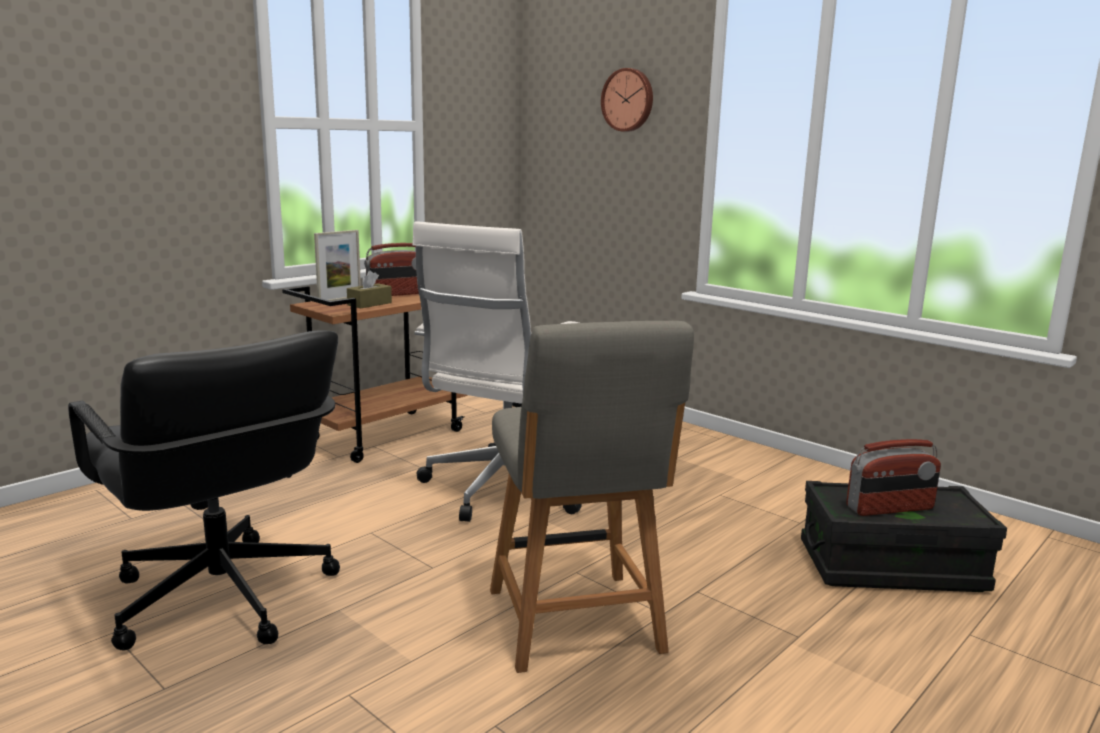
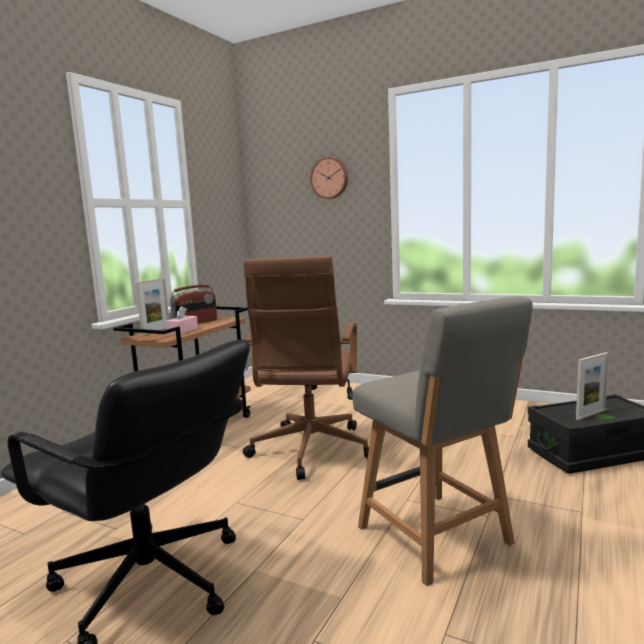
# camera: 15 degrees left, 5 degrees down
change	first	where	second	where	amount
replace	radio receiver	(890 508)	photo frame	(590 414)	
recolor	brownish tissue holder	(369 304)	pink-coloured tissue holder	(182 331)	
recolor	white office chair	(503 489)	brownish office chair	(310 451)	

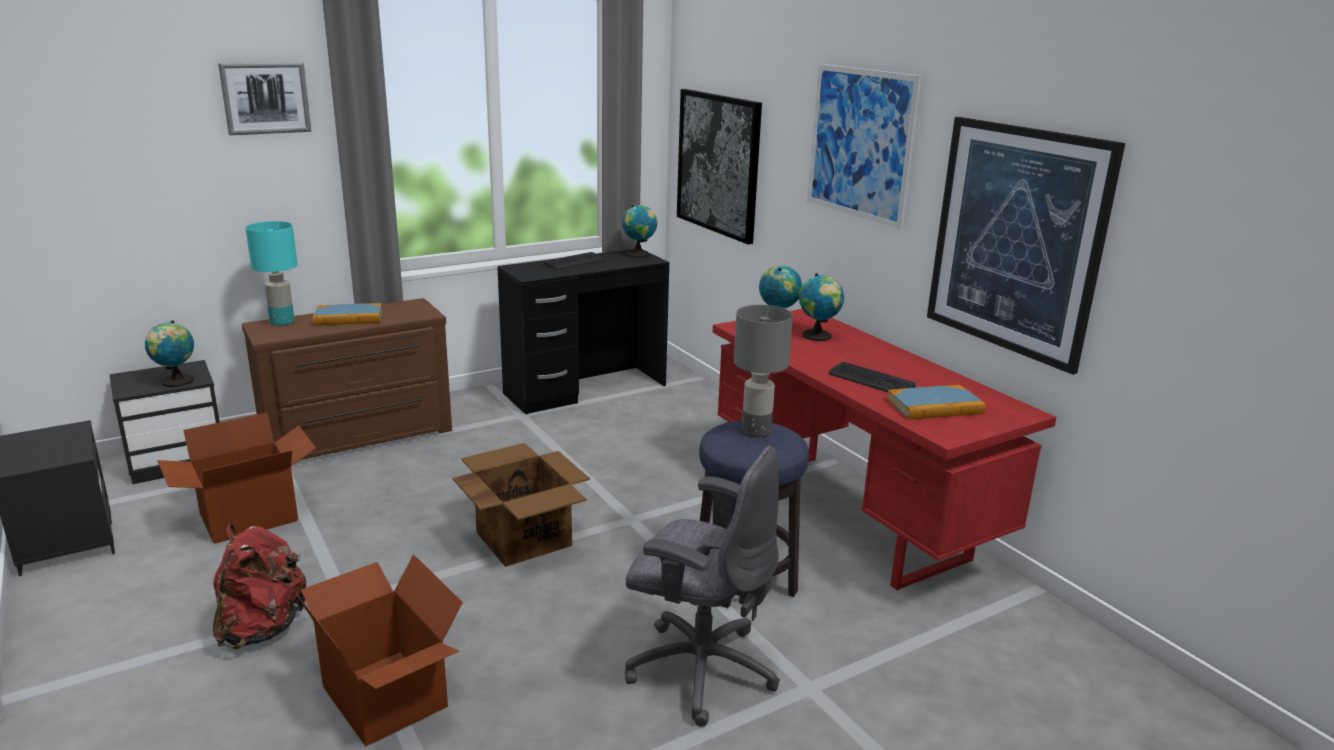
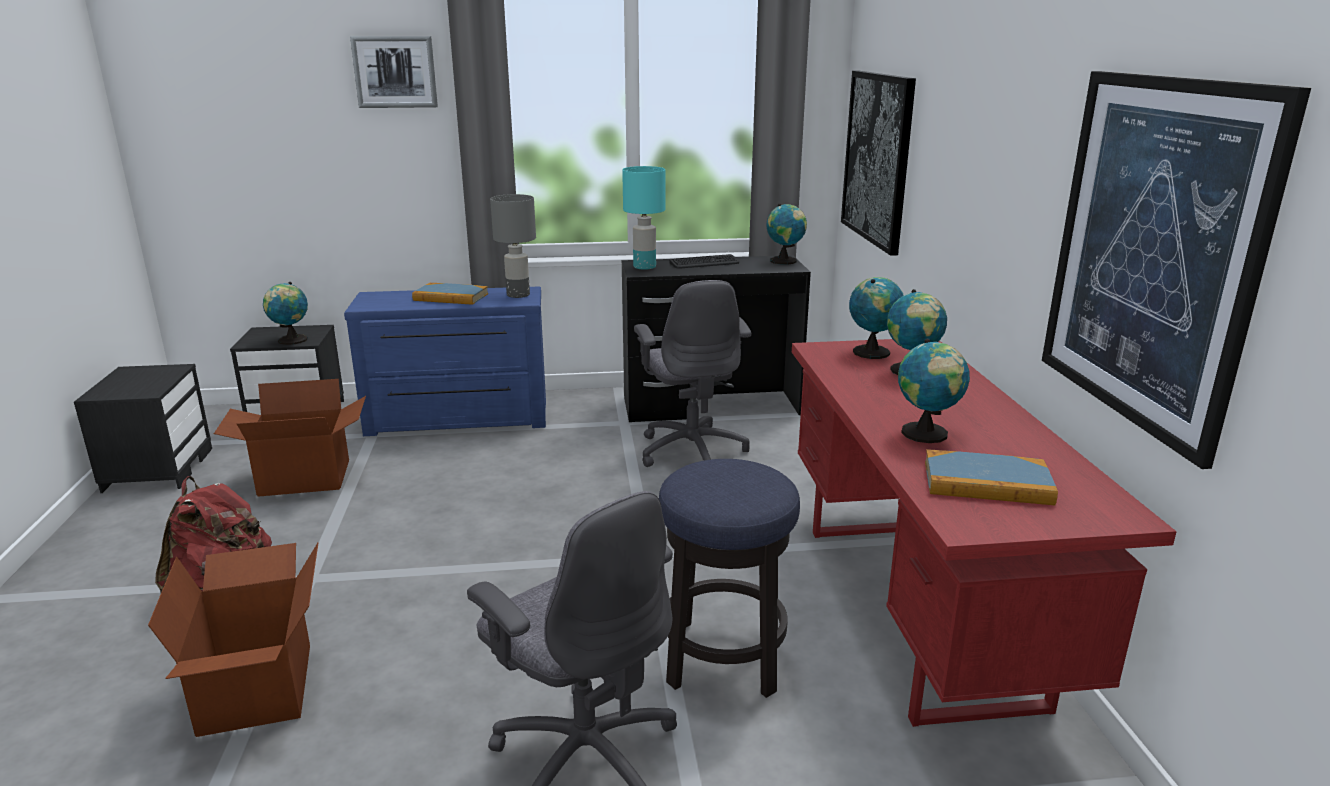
# camera: 25 degrees right, 0 degrees up
change	first	where	second	where	amount
delete	packing box	(523 538)			
delete	wall picture	(860 143)			
insert			grey office chair	(692 450)	
move	blue-green tabletop lamp	(282 322)		(644 266)	
move	grey tabletop lamp	(755 431)		(518 295)	
replace	computer keyboard	(870 380)	world globe	(927 434)	
recolor	brownish drawer chest	(359 437)	blue-coloured drawer chest	(458 420)	

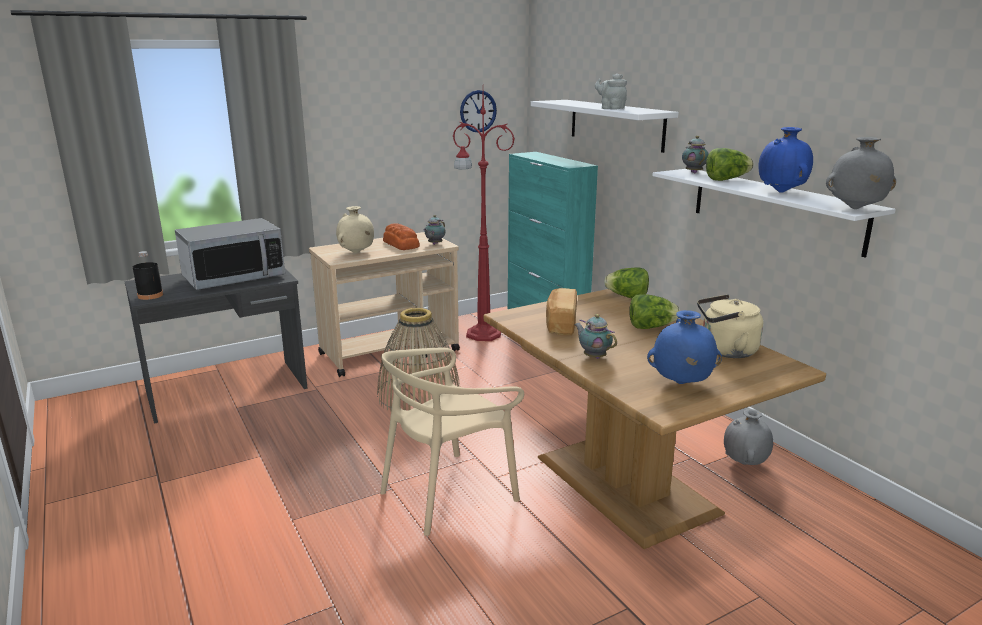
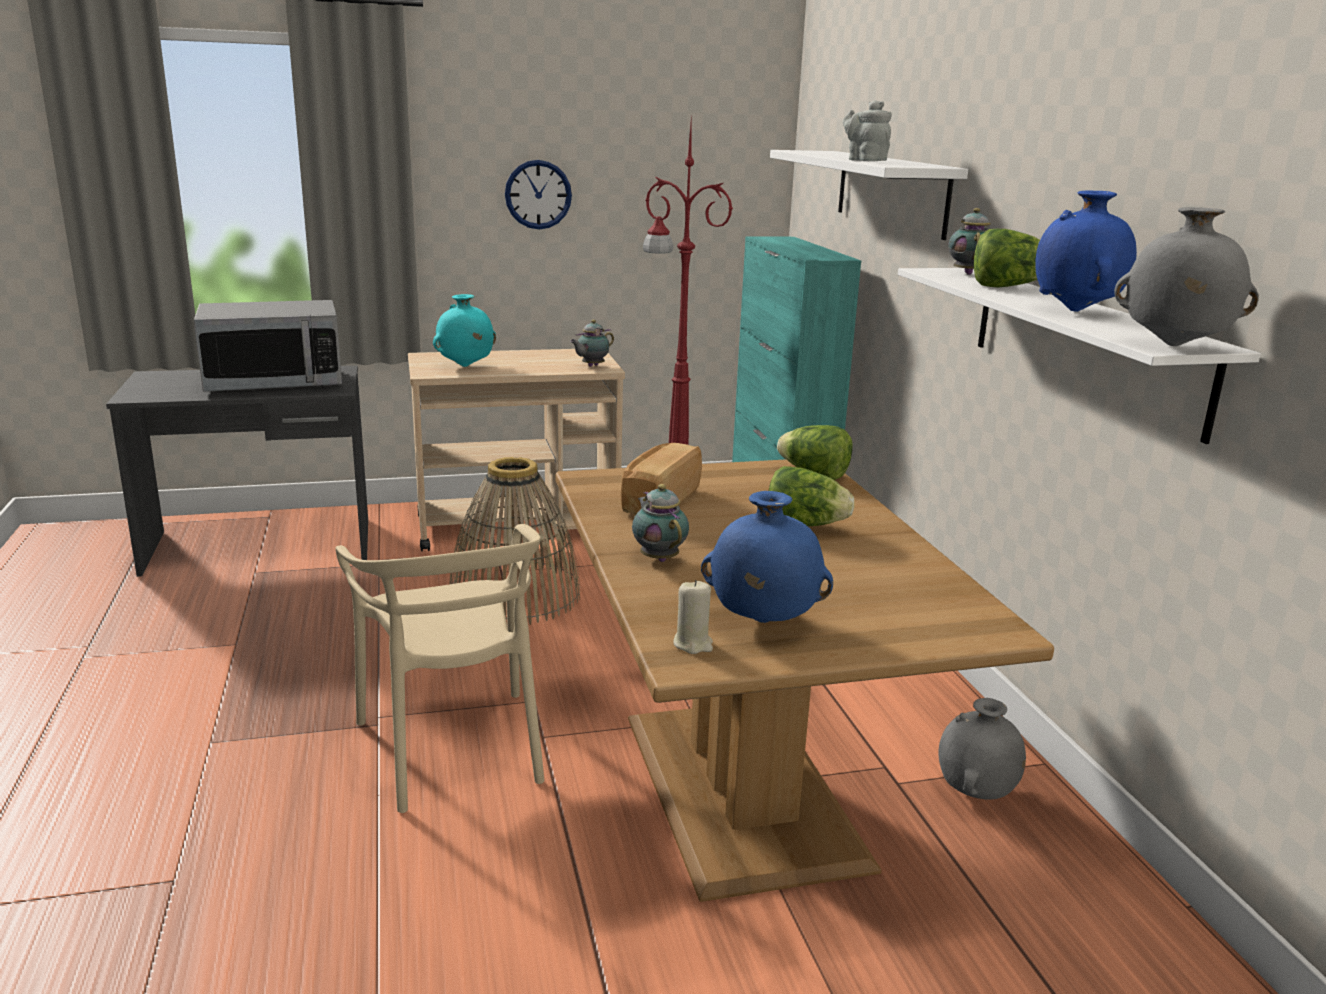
# camera: 15 degrees right, 0 degrees up
change	first	where	second	where	amount
delete	black drink bottle	(150 295)			
delete	bread	(401 244)			
delete	sand-coloured tea kettle	(725 351)			
insert			sand-coloured candle	(693 644)	
move	wall clock	(478 111)		(538 194)	
recolor	sand-coloured decorative vase	(356 253)	blue-green decorative vase	(465 366)	
rotate	sand-coloured chair	(448 493)		(454 748)	90 degrees counterclockwise

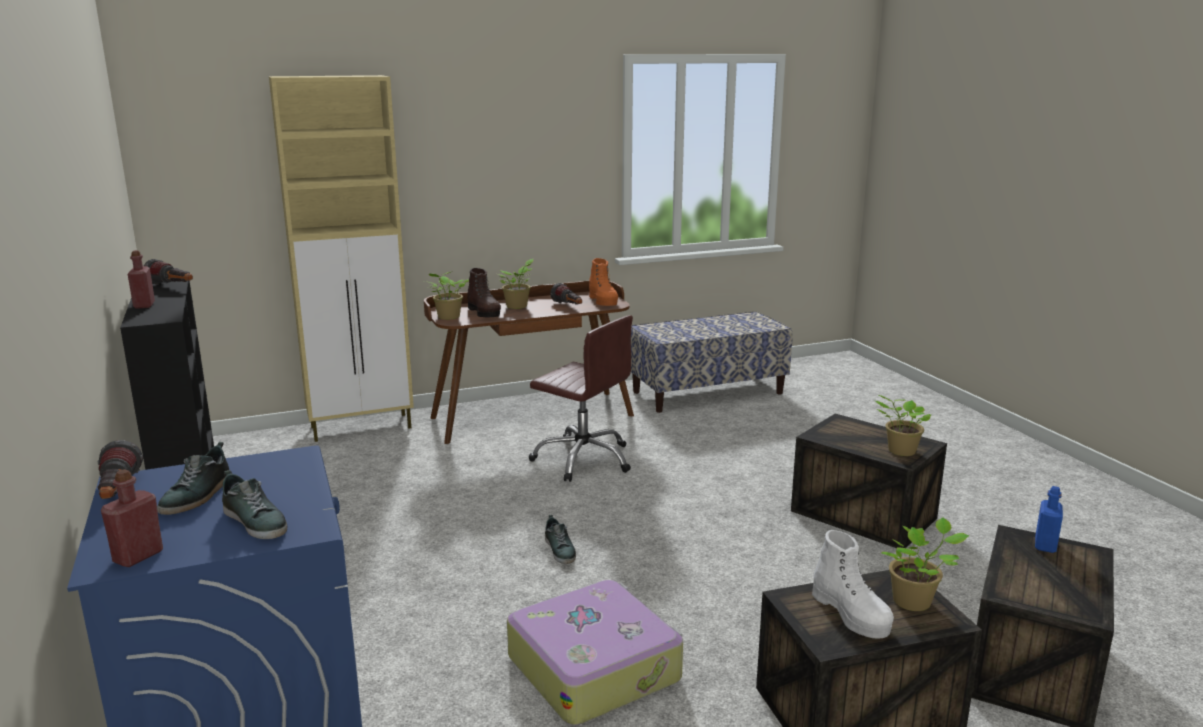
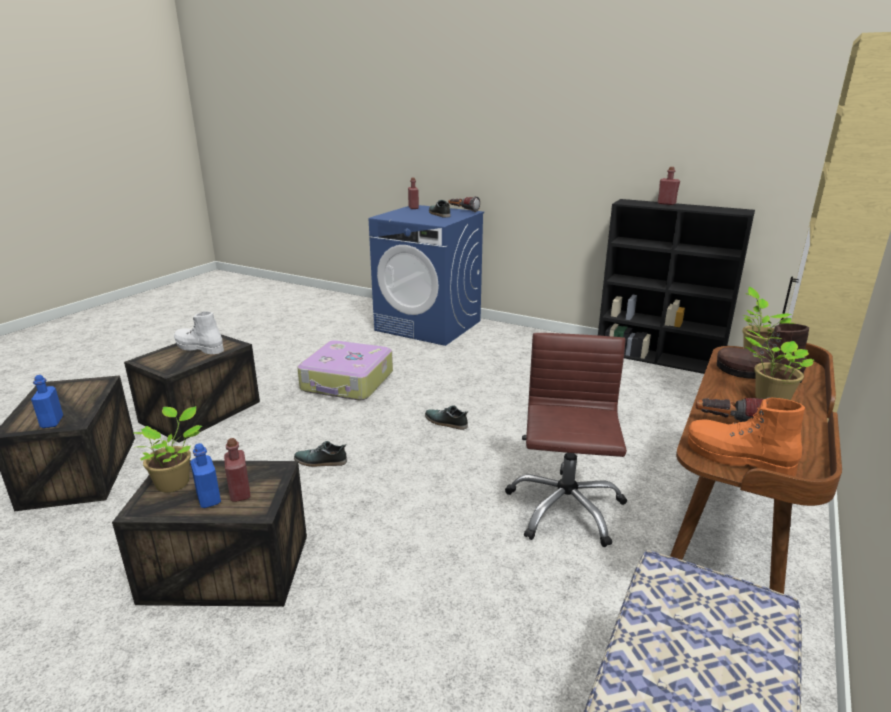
# camera: 140 degrees right, 5 degrees up
change	first	where	second	where	amount
delete	hand torch	(172 287)			
delete	plant in a pot	(915 602)			
insert			blue-coloured drink bottle	(209 499)	
insert			reddish drink bottle	(240 493)	
move	shoe	(256 521)		(320 461)	
rotate	brownish office chair	(583 459)		(564 508)	105 degrees clockwise

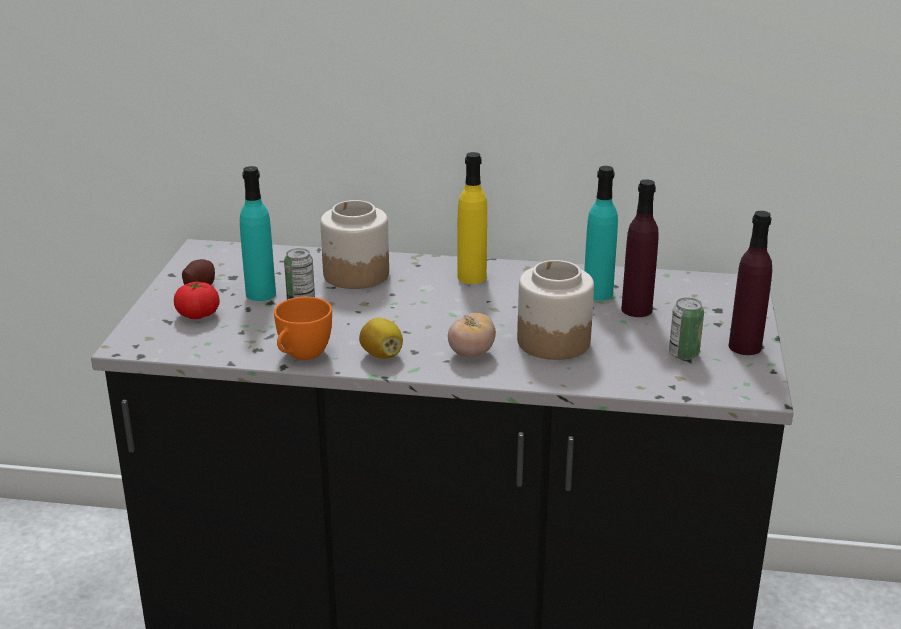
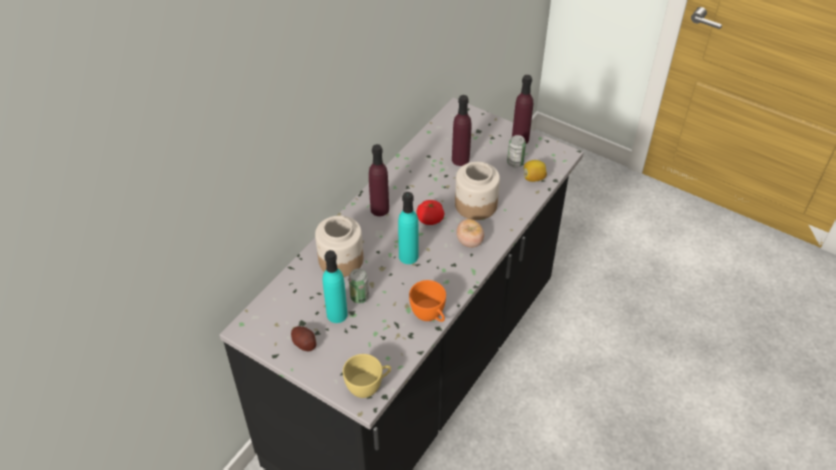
# camera: 65 degrees left, 20 degrees up
change	first	where	second	where	amount
insert			yellow-coloured cup	(368 386)	
move	whole tomato	(198 315)		(430 219)	
move	citrus fruit	(382 355)		(533 178)	
move	blue-green drink bottle	(598 293)		(408 256)	
recolor	yellow-coloured drink bottle	(471 277)	purple drink bottle	(379 209)	

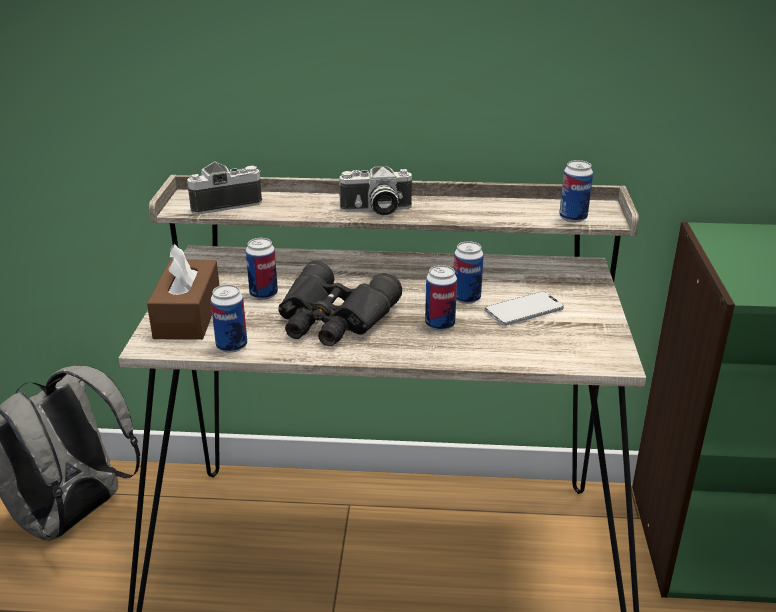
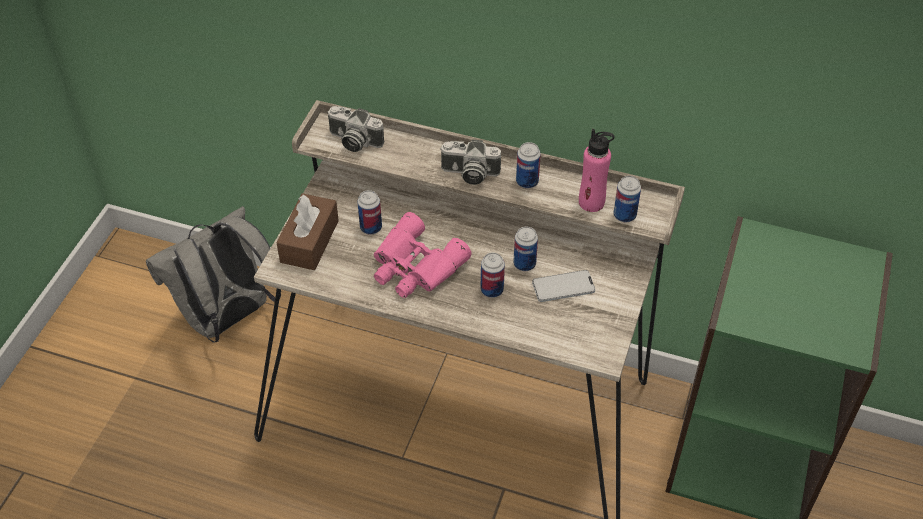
# camera: 15 degrees right, 20 degrees up
change	first	where	second	where	amount
insert			pink-coloured drink bottle	(591 202)	
move	metal can	(231 346)		(527 182)	
recolor	black field glasses	(333 319)	pink-coloured field glasses	(415 267)	
rotate	still camera	(225 203)		(353 141)	150 degrees counterclockwise

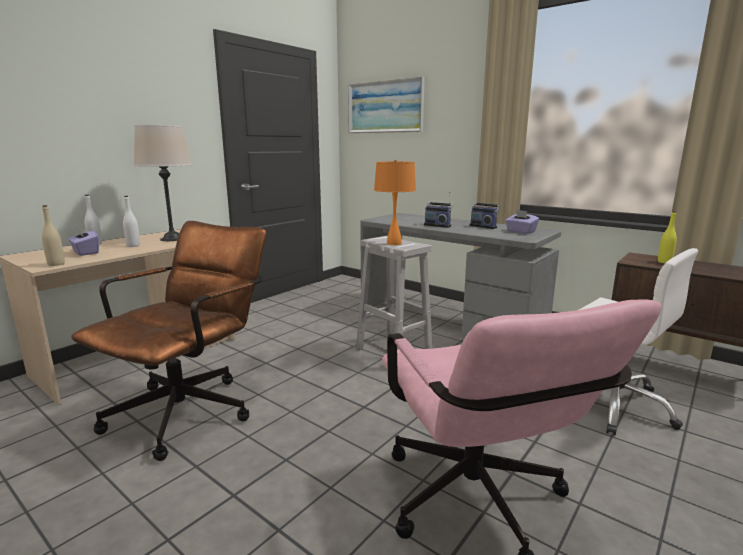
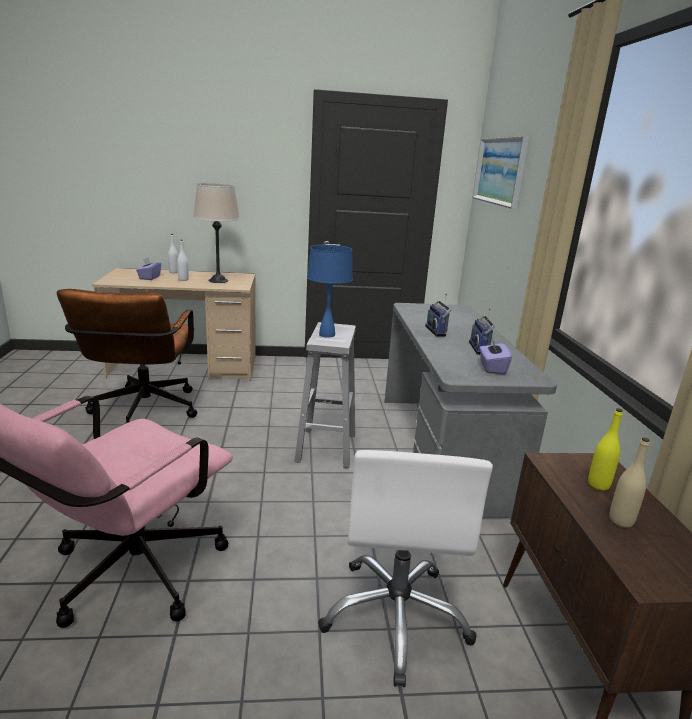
# camera: 45 degrees right, 5 degrees up
change	first	where	second	where	amount
move	sand-coloured drink bottle	(56 264)		(621 520)	
recolor	orange tabletop lamp	(394 243)	blue-coloured tabletop lamp	(327 334)	
rotate	brownish office chair	(191 408)		(142 413)	105 degrees clockwise

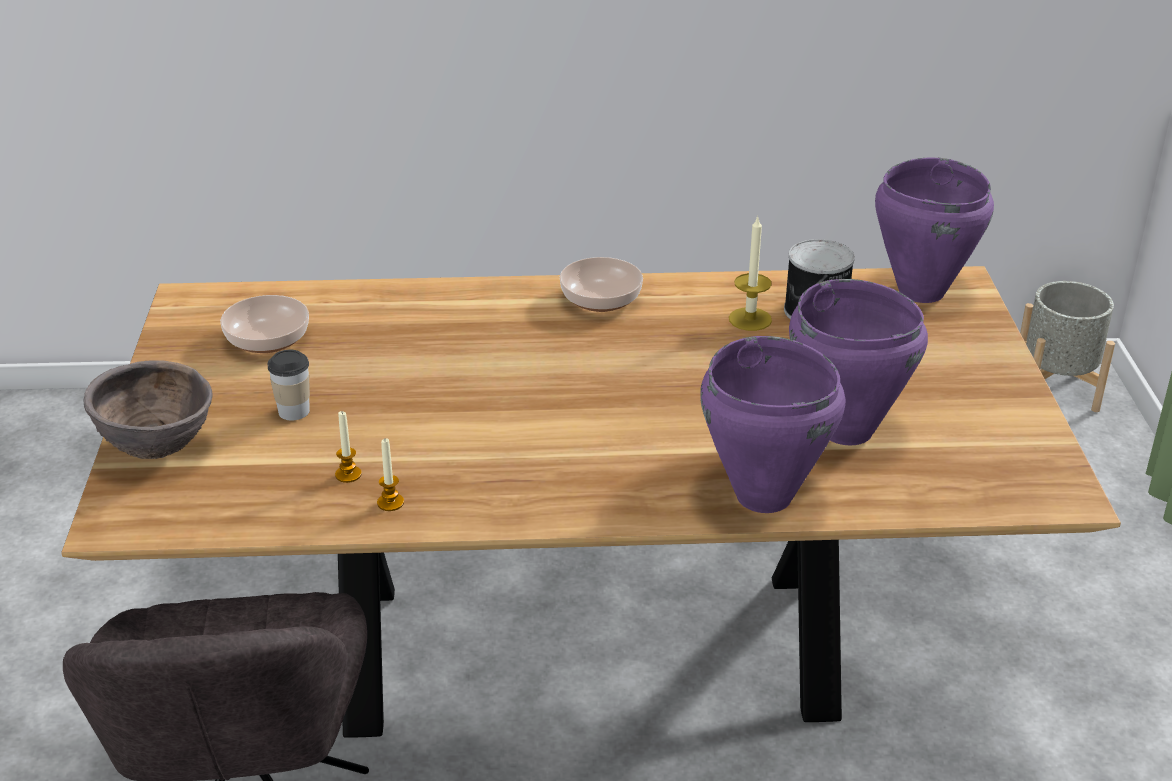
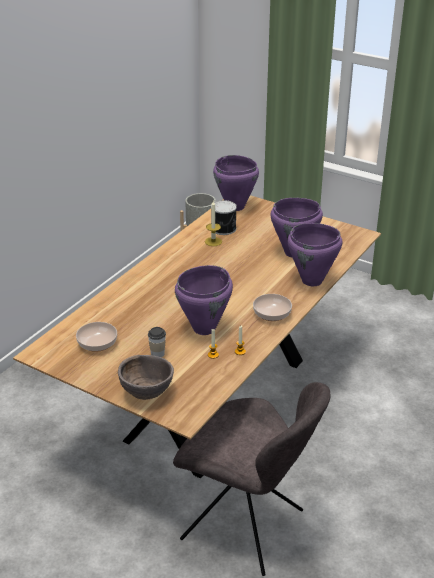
# camera: 55 degrees left, 0 degrees up
change	first	where	second	where	amount
insert			purple stockpot	(205 328)	
move	deep dish	(599 300)		(272 315)	

